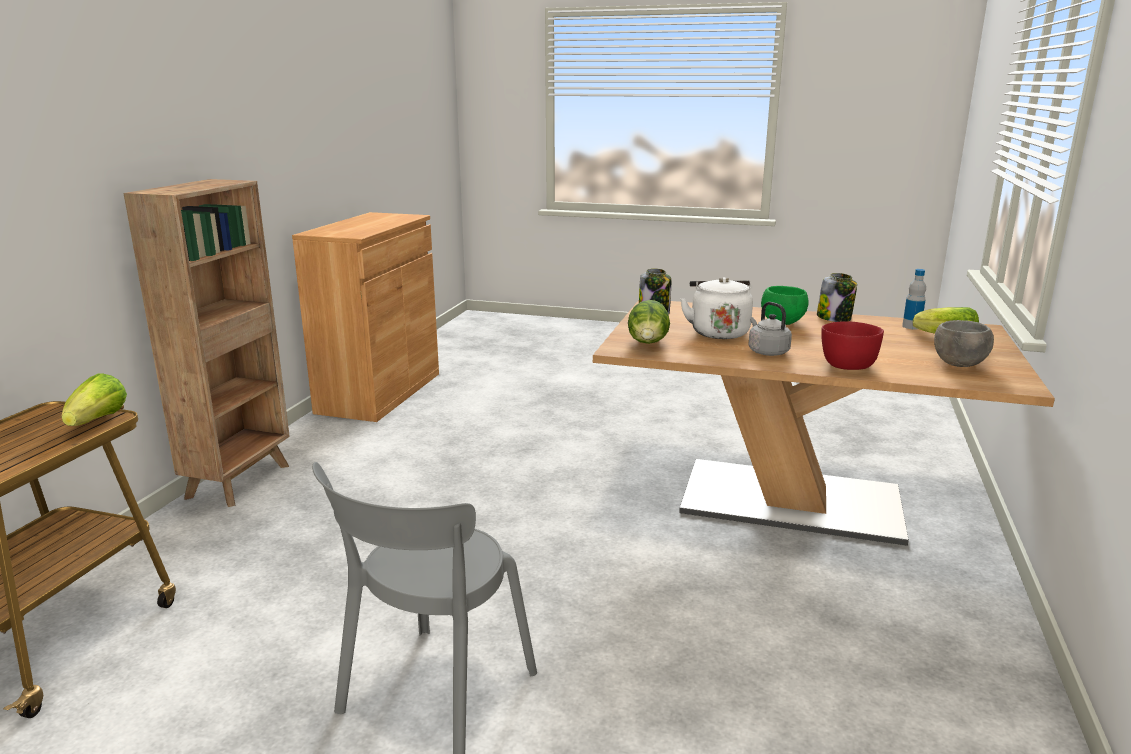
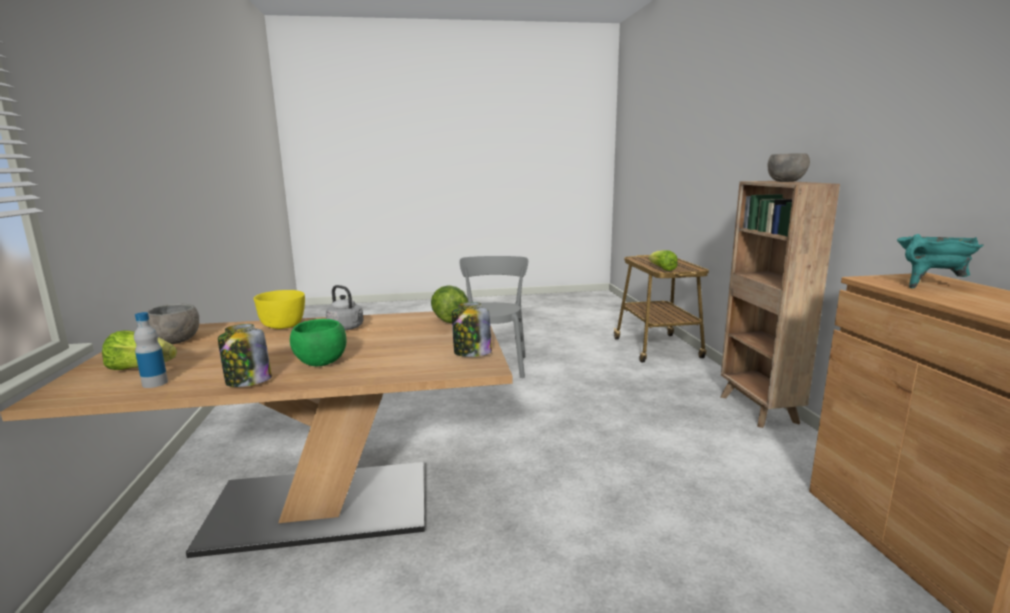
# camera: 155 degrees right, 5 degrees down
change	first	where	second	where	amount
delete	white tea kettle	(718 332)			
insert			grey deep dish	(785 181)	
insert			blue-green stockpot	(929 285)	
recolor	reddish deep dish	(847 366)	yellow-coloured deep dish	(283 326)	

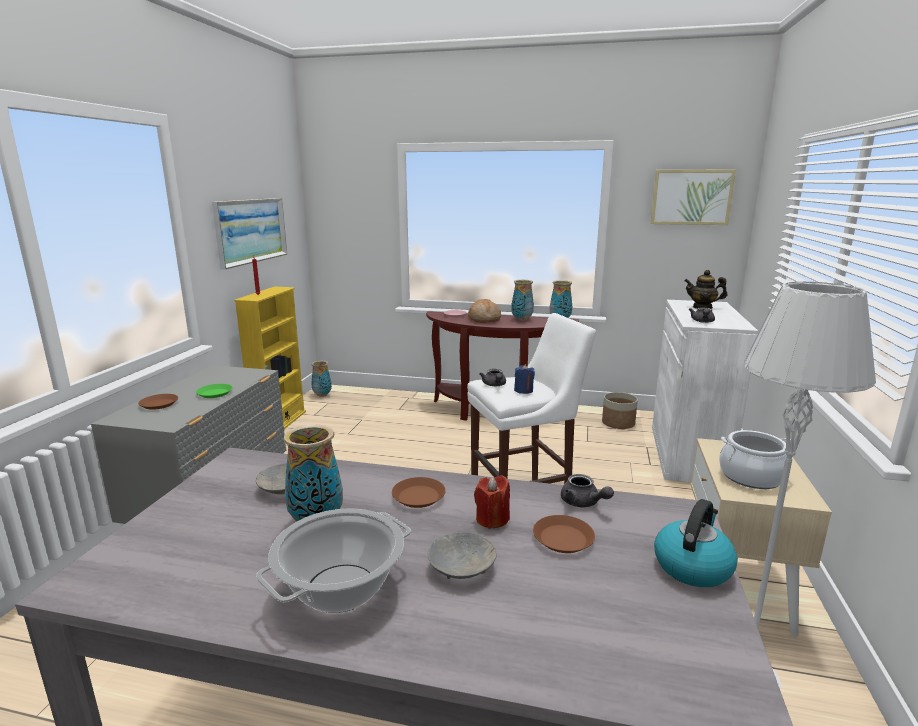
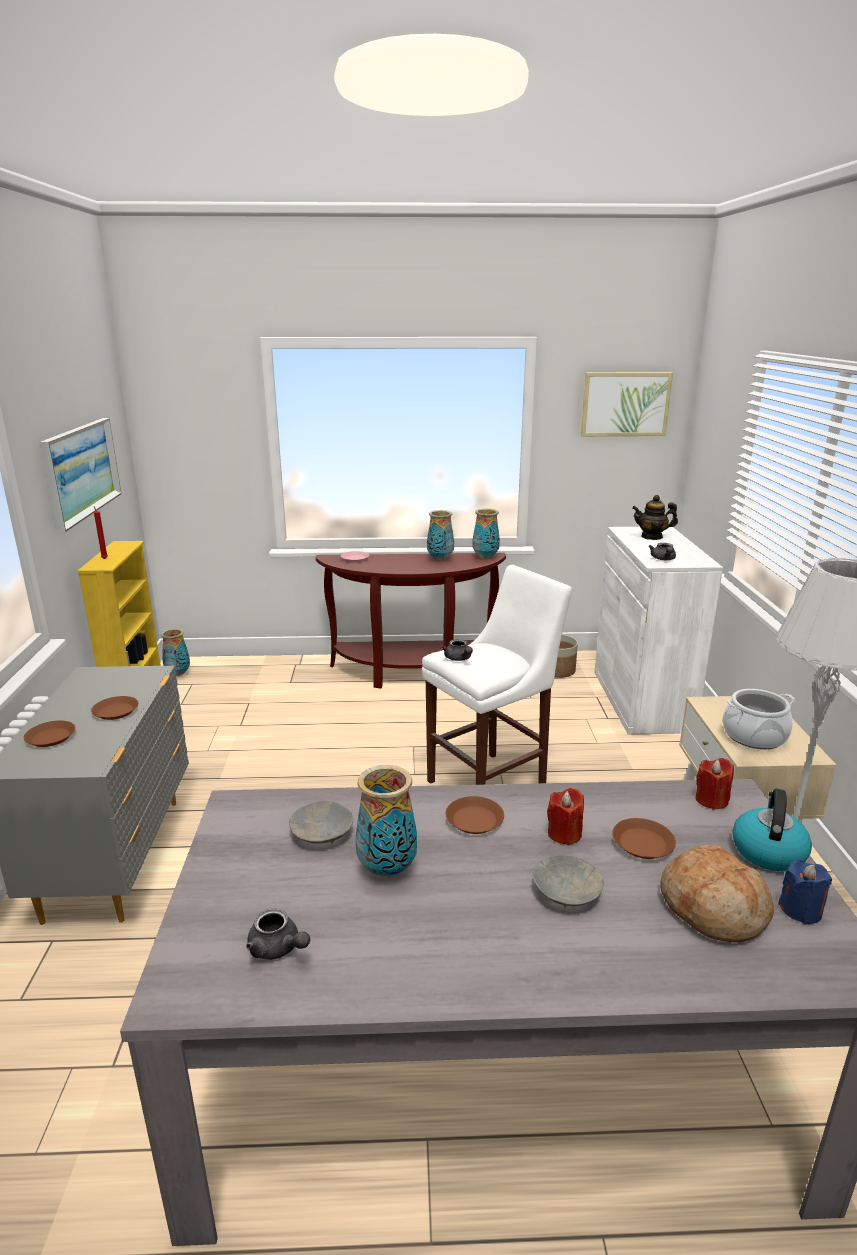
# camera: 15 degrees left, 5 degrees up
change	first	where	second	where	amount
delete	stockpot	(340 589)			
insert			reddish candle	(711 800)	
move	bread	(484 319)		(713 908)	
move	blue-coloured candle	(523 390)		(800 910)	
move	grey teapot	(583 503)		(278 949)	
recolor	greenish plate	(215 393)	brownish plate	(116 711)	

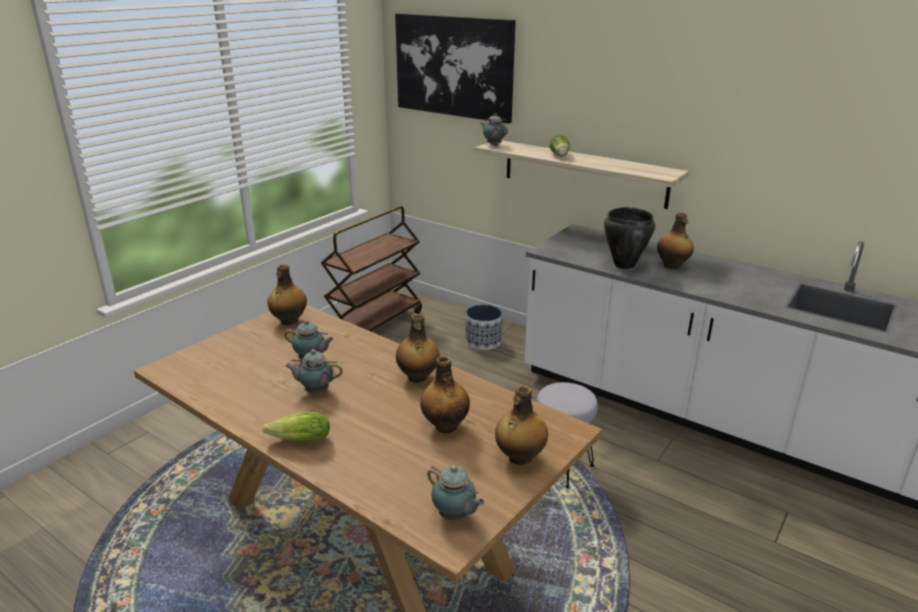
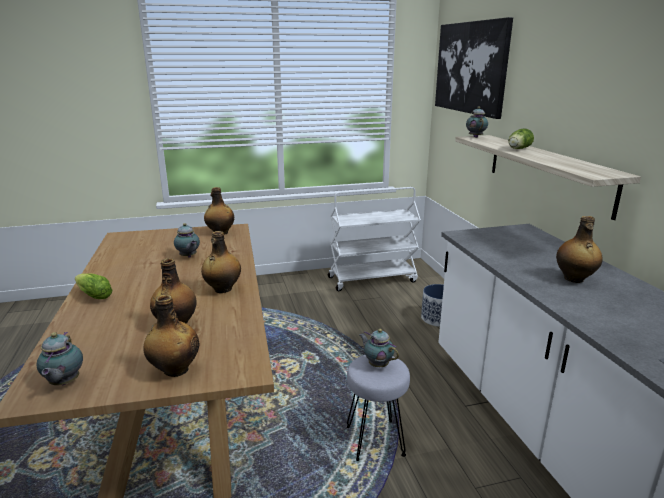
# camera: 40 degrees right, 5 degrees down
change	first	where	second	where	amount
delete	black stockpot	(624 265)			
move	teapot	(315 391)		(377 364)	
recolor	brownish cart	(375 324)	white cart	(372 279)	

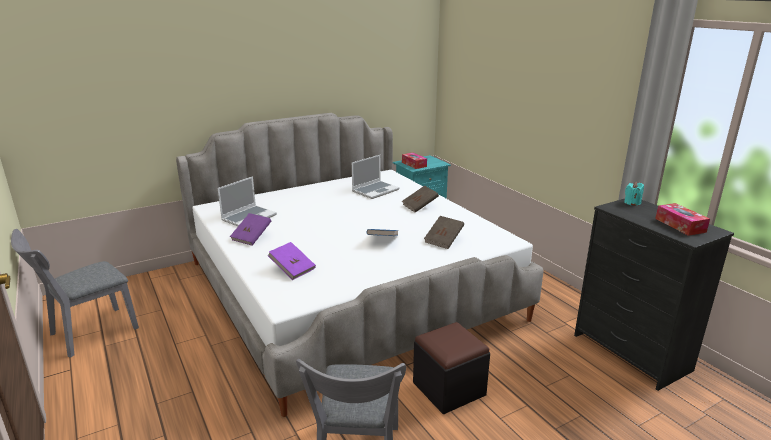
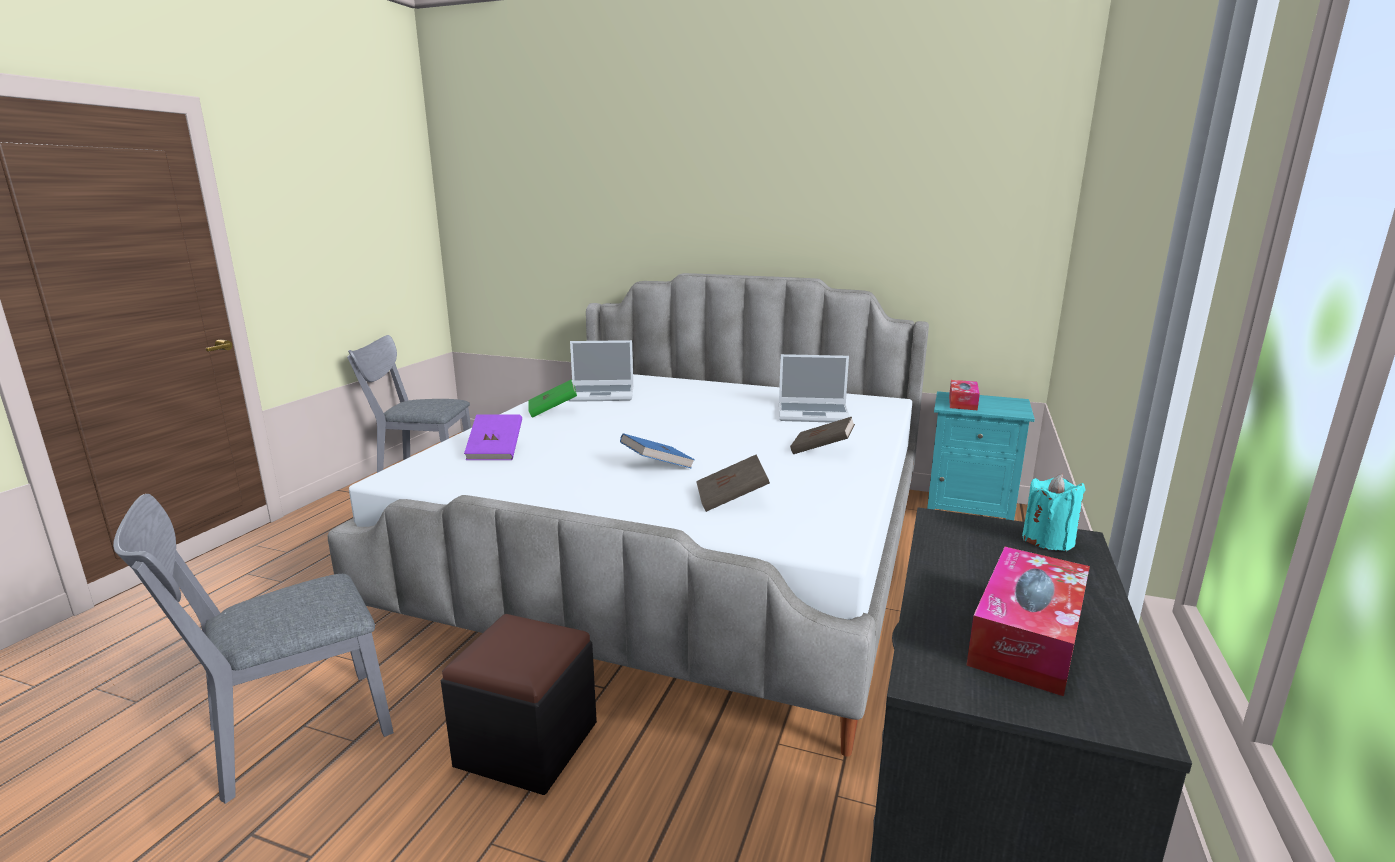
# camera: 50 degrees right, 5 degrees down
change	first	where	second	where	amount
recolor	purple volume	(252 237)	greenish volume	(553 411)	

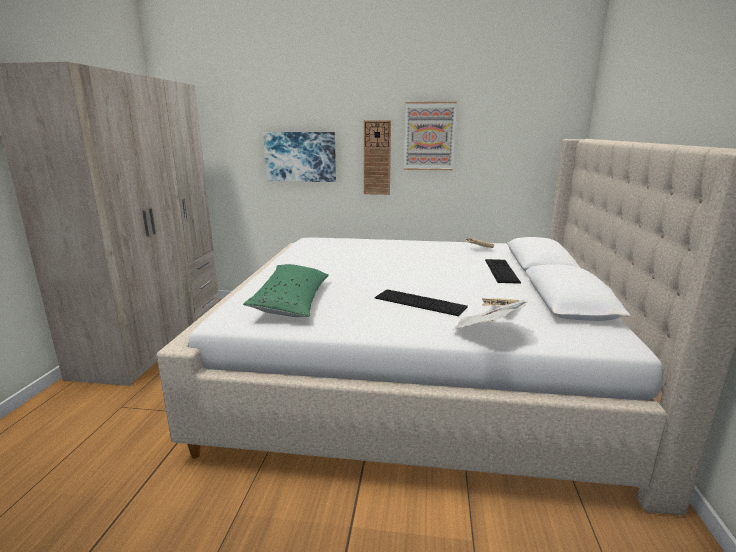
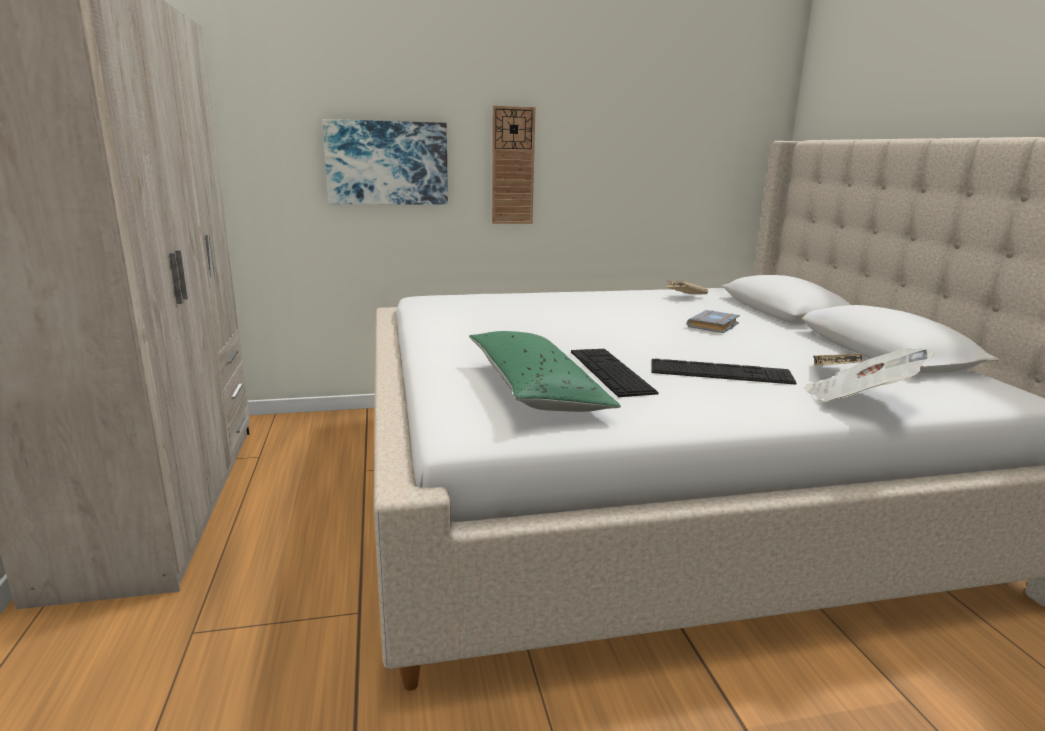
# camera: 20 degrees left, 0 degrees up
change	first	where	second	where	amount
delete	wall picture	(429 136)			
insert			grey volume	(714 326)	
move	computer keyboard	(501 271)		(610 371)	

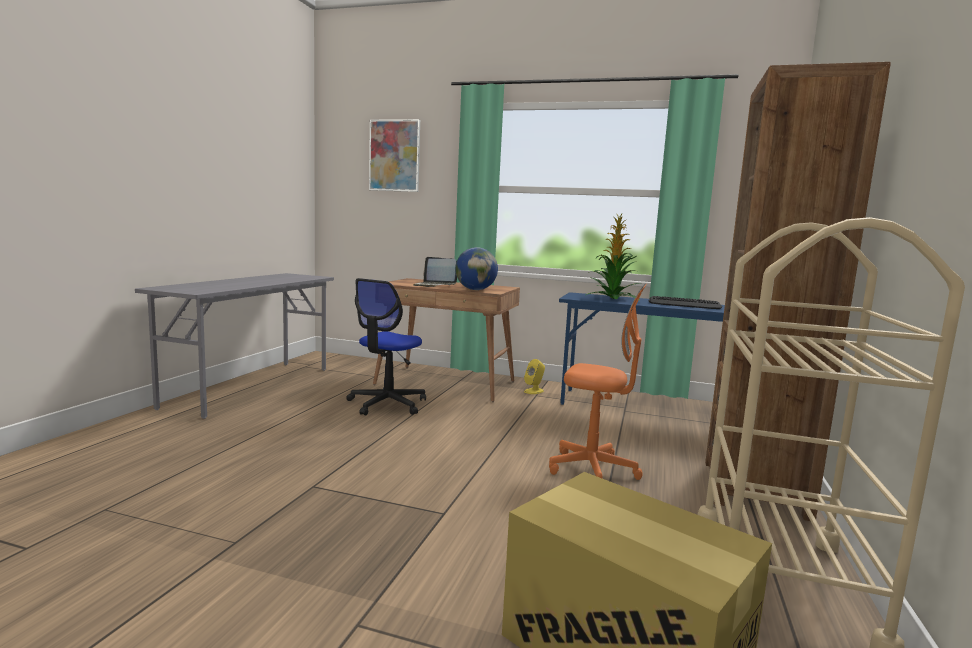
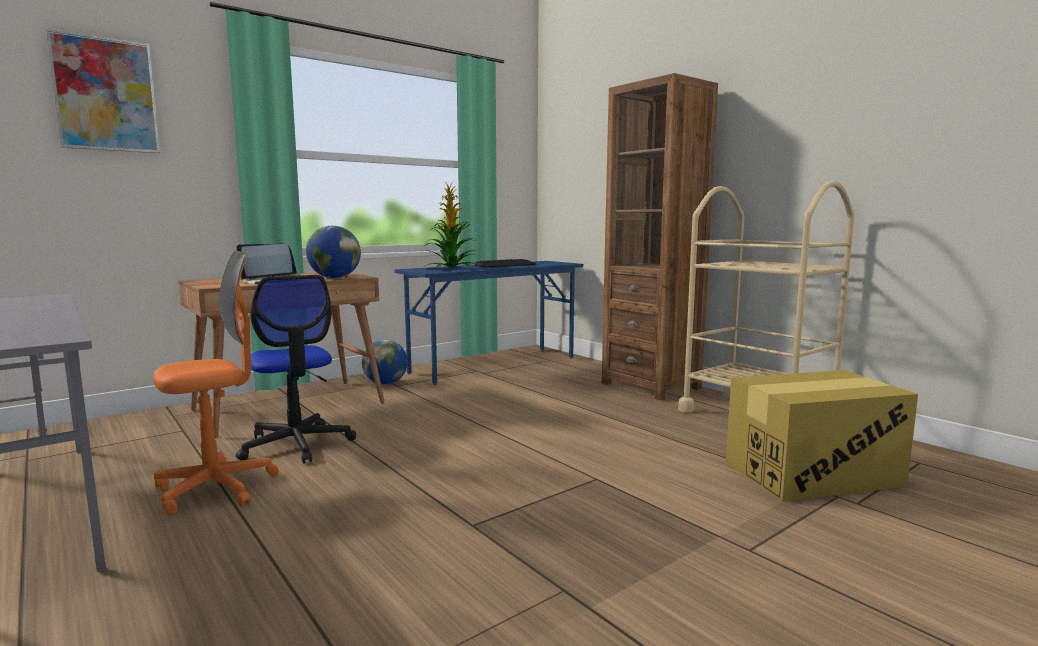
# camera: 55 degrees left, 0 degrees up
change	first	where	second	where	amount
move	orange office chair	(592 470)		(216 489)	
replace	yellow-coloured speaker	(534 391)	world globe	(385 383)	

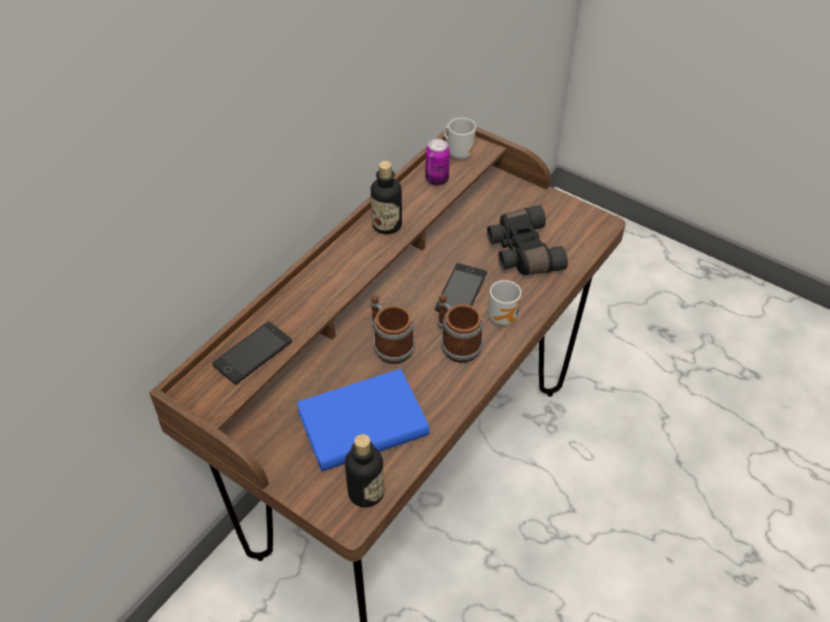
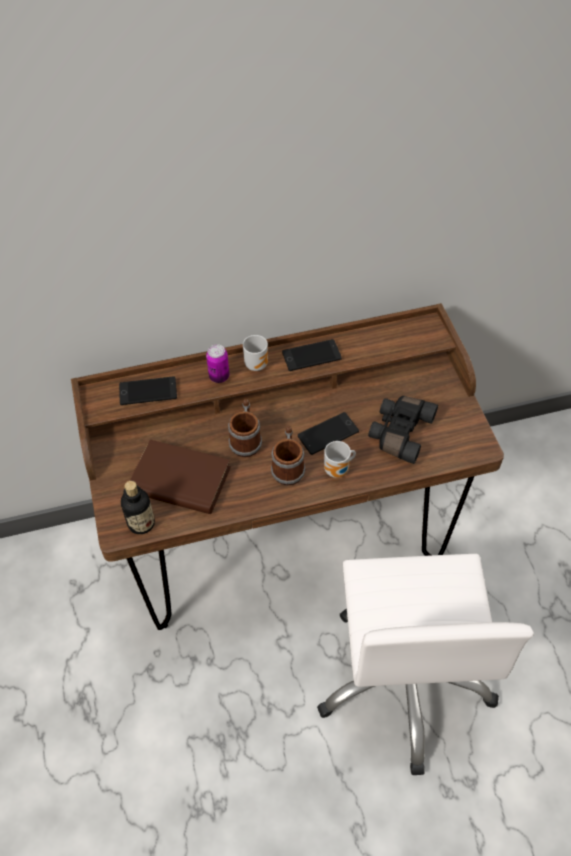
# camera: 40 degrees right, 5 degrees up
change	first	where	second	where	amount
insert			white office chair	(405 680)	
move	metal can	(437 180)		(219 376)	
move	tea mug	(459 153)		(257 364)	
replace	drink bottle	(387 225)	handset	(311 356)	
recolor	blue-coloured volume	(363 424)	brownish volume	(180 480)	

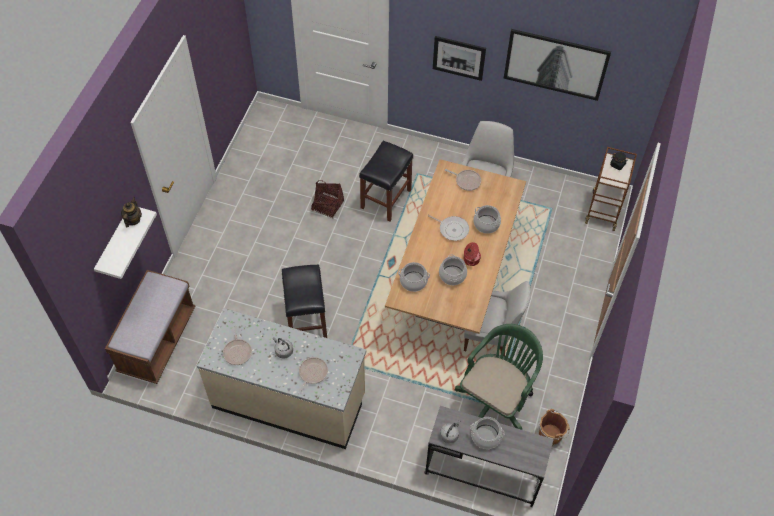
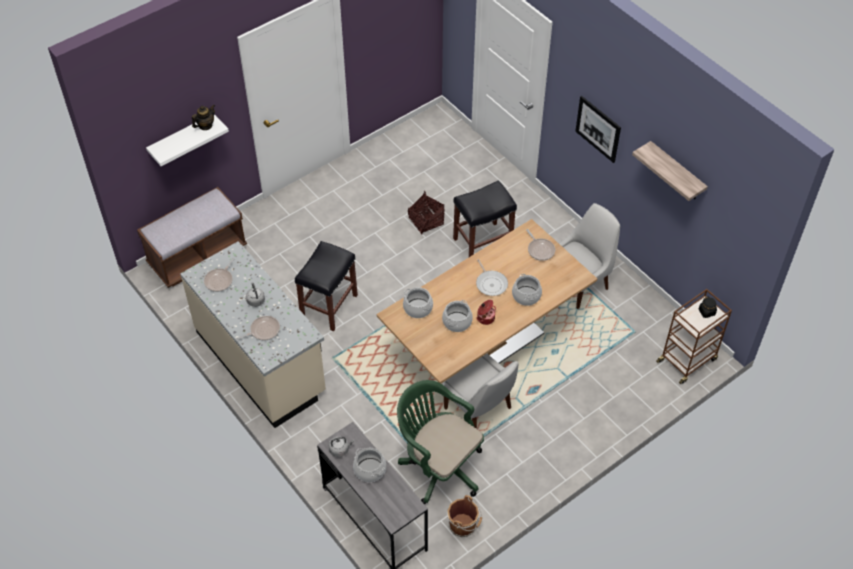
# camera: 35 degrees right, 5 degrees down
change	first	where	second	where	amount
replace	wall picture	(555 64)	wall shelf	(676 172)	
rotate	greenish office chair	(496 399)		(438 466)	120 degrees counterclockwise

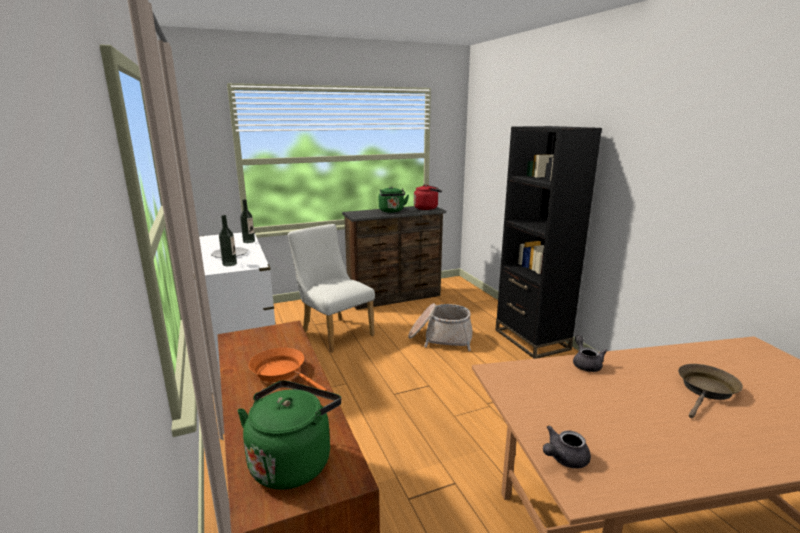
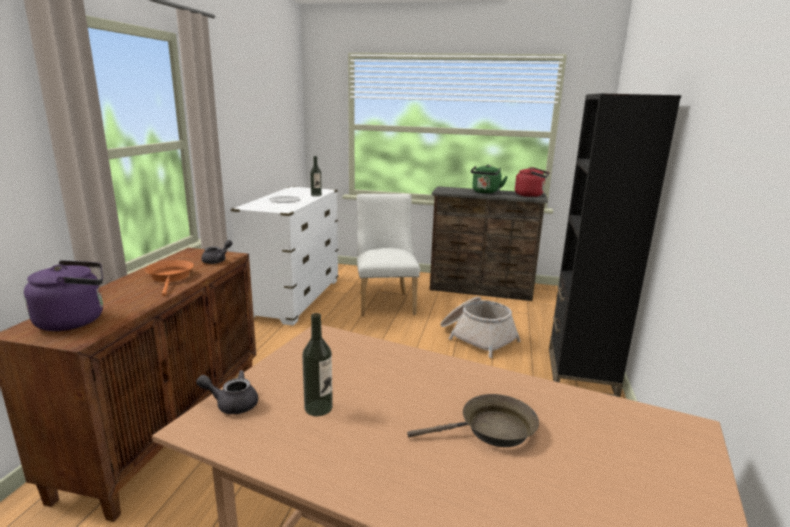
# camera: 35 degrees right, 0 degrees up
change	first	where	second	where	amount
move	drink bottle	(229 264)		(318 408)	
move	grey teapot	(585 364)		(217 260)	
recolor	greenish tea kettle	(293 461)	purple tea kettle	(75 320)	

